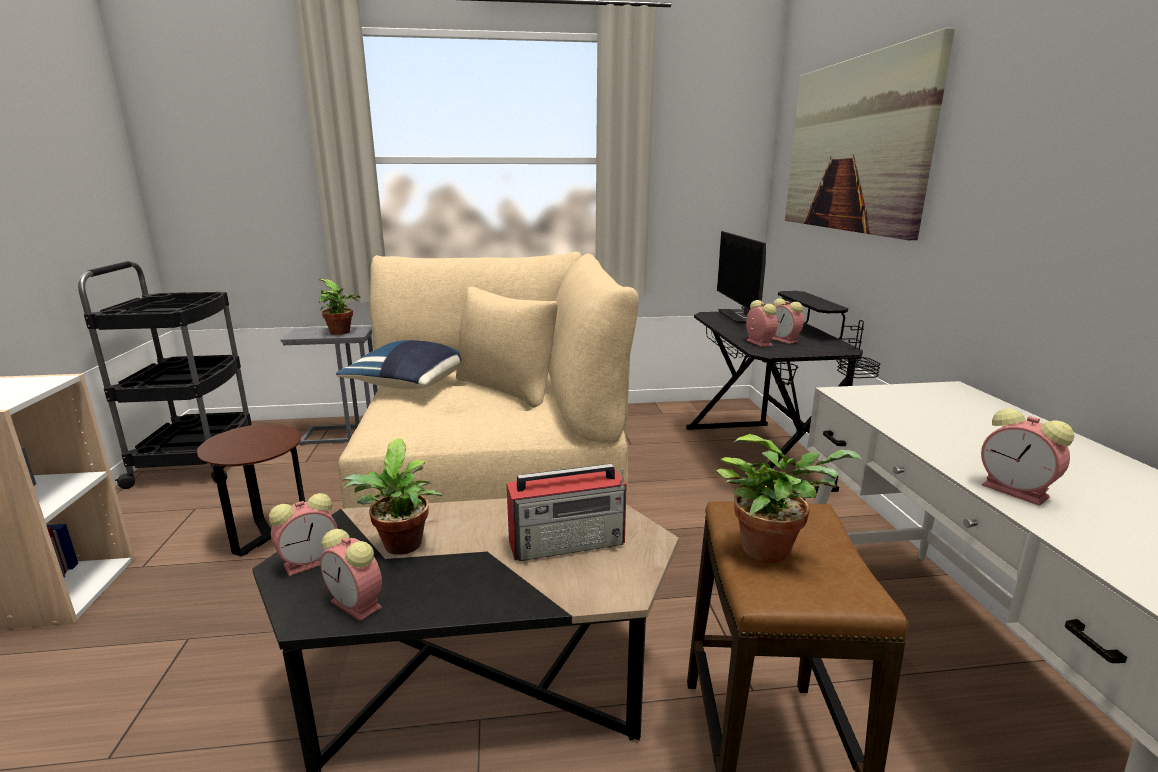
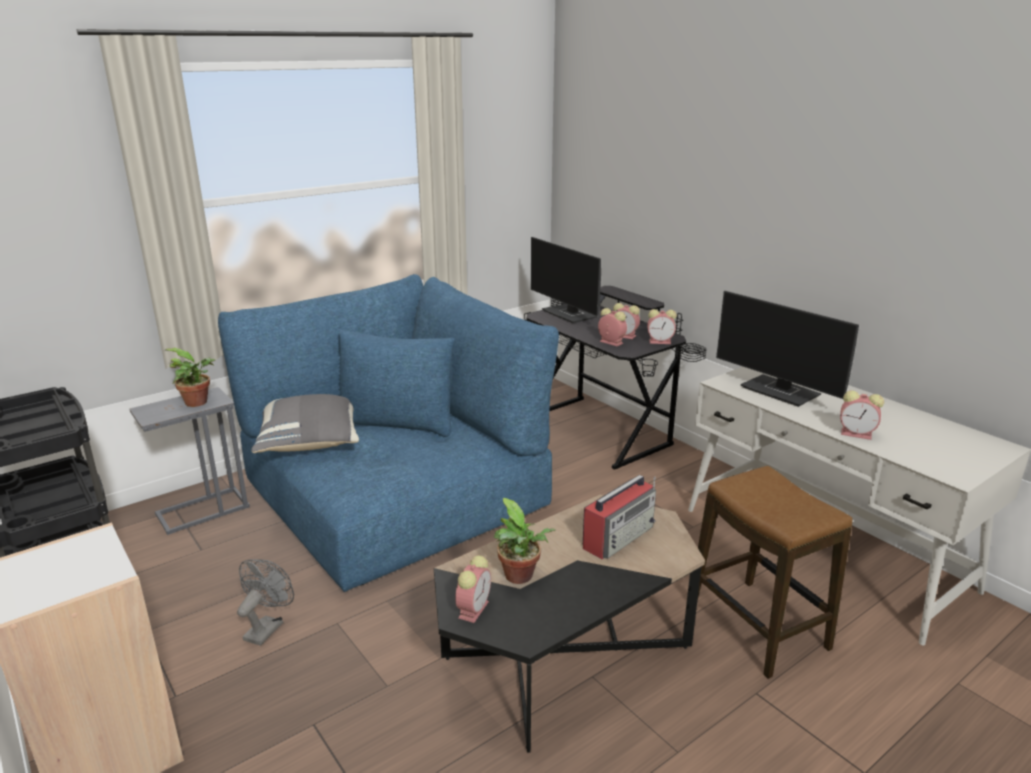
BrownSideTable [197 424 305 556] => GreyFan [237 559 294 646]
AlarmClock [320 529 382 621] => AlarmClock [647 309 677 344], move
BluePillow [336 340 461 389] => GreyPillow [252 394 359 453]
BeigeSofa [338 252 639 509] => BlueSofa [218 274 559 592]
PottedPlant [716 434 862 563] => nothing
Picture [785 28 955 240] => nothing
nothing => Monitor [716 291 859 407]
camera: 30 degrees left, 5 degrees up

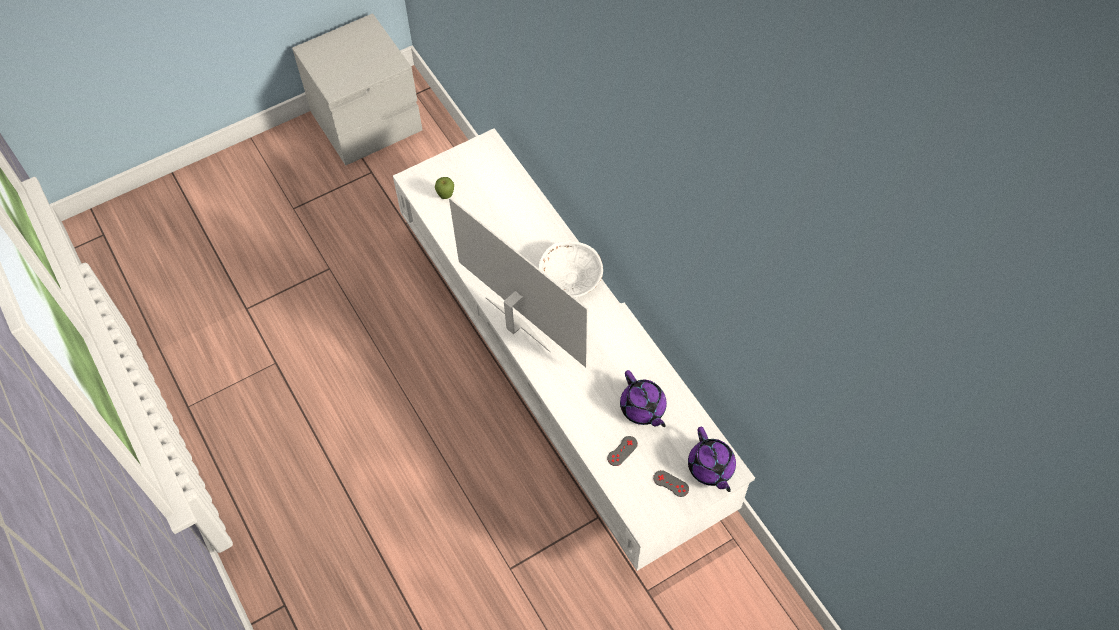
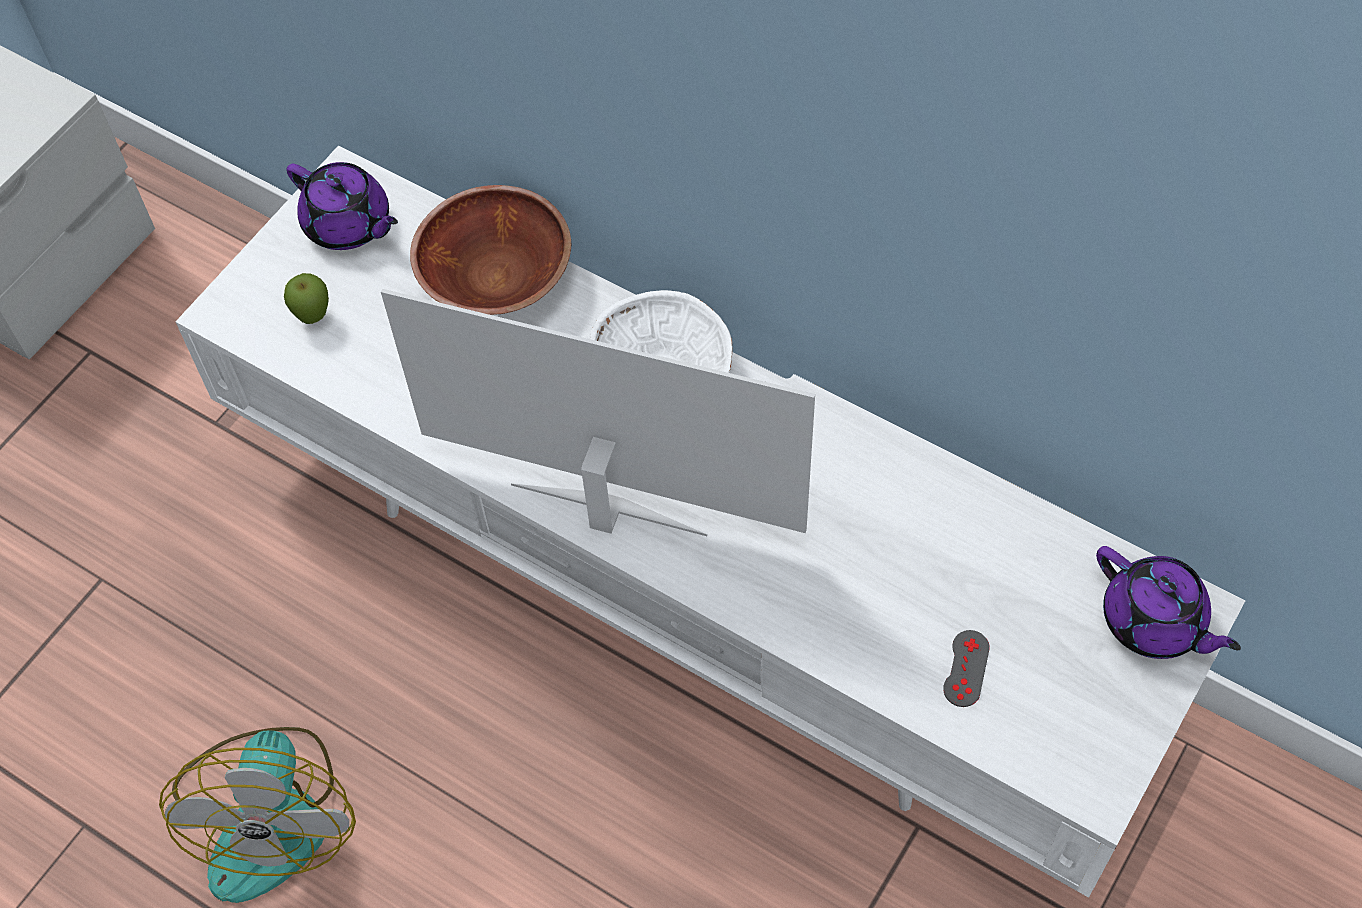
PurpleTeapot [620 370 667 427] => PurpleTeapot [286 162 398 250], move
GreyGameController [653 470 689 497] => nothing
nothing => Fan [159 727 356 903]
nothing => BrownBowl [410 185 571 315]
camera: 25 degrees left, 0 degrees up

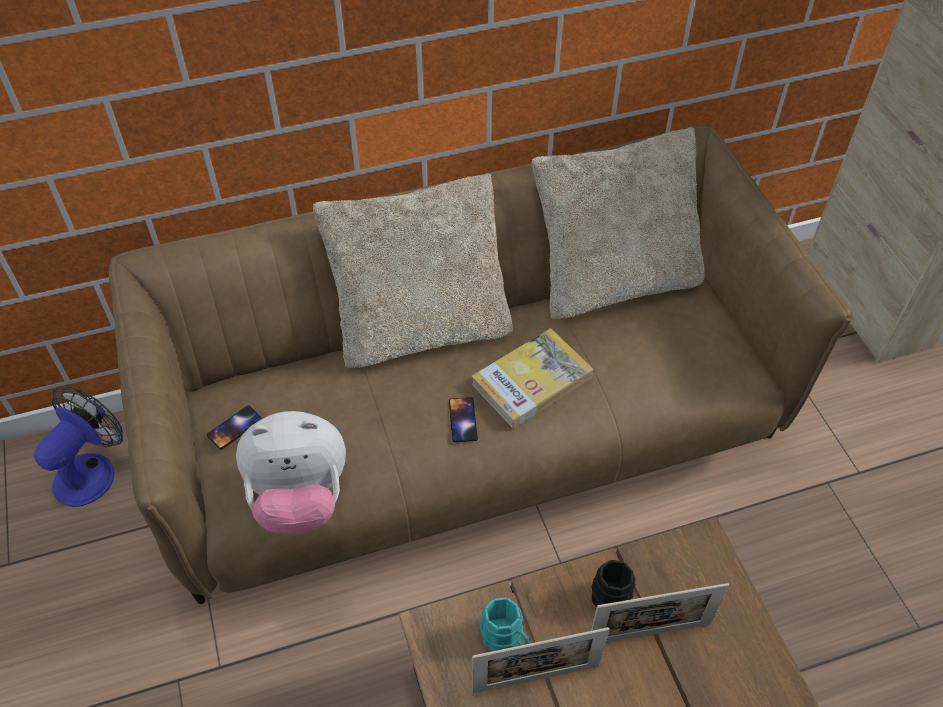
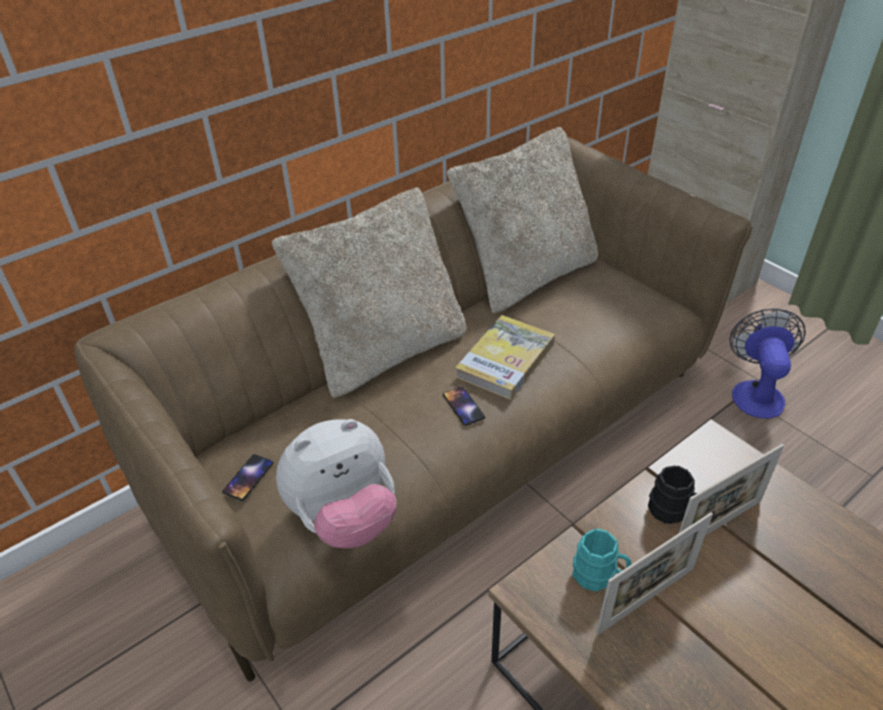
Fan [34 386 123 507] => Fan [729 308 806 419], move
camera: 20 degrees left, 10 degrees down

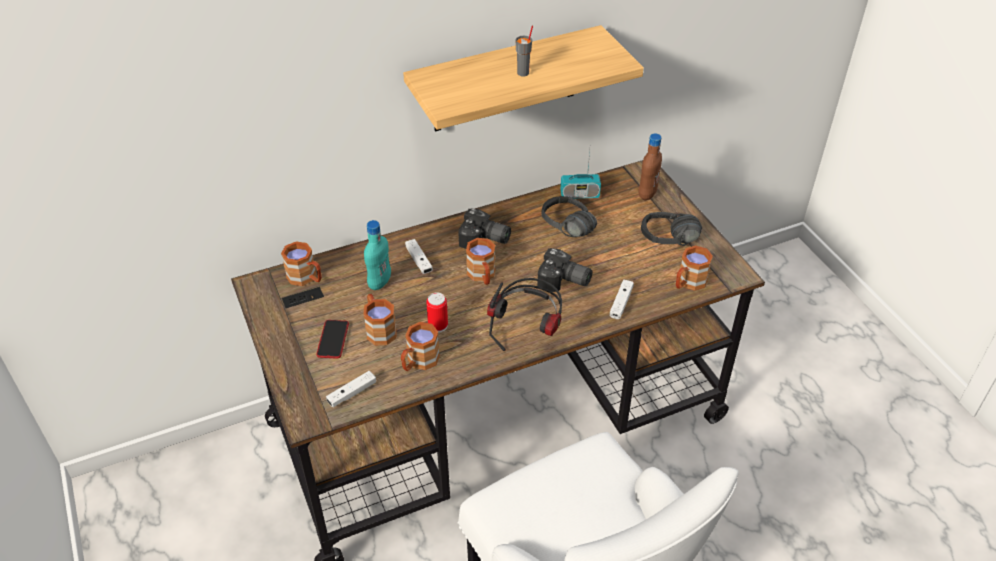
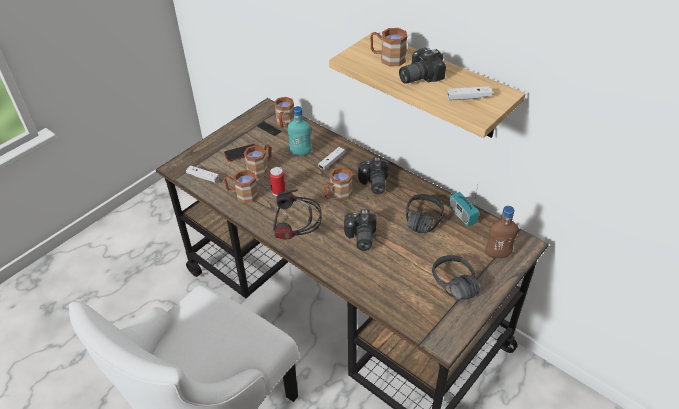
GreyCup [516 25 533 77] => PhotoCamera [399 48 446 84]
WhiteGameController [610 279 634 319] => WhiteGameController [447 86 493 101], move
BrownMug [676 245 713 291] => BrownMug [370 28 407 67], move
camera: 65 degrees right, 0 degrees up

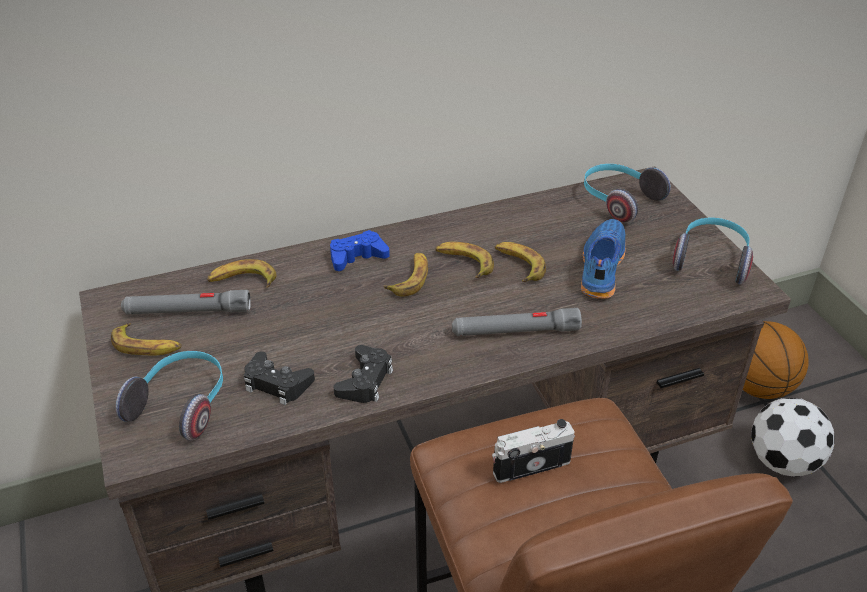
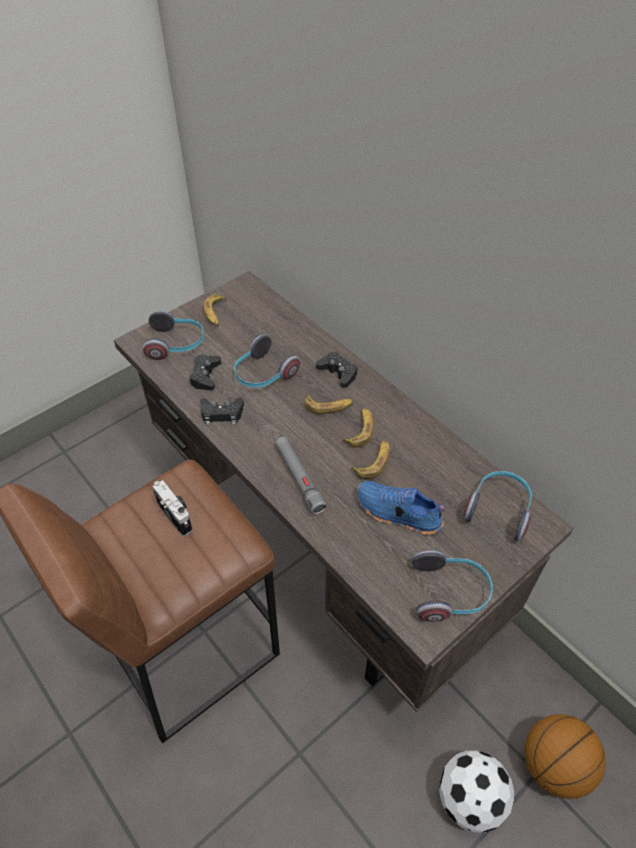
GreyFlashlight [121 290 251 314] => nothing
Banana [207 259 277 288] => nothing
BlueGameController [330 230 390 271] => BlackGameController [316 352 357 388]
BlueShoe [581 219 626 299] => BlueShoe [357 481 445 535], 150 degrees counterclockwise
nothing => Headphones [234 335 300 388]
camera: 70 degrees right, 10 degrees up

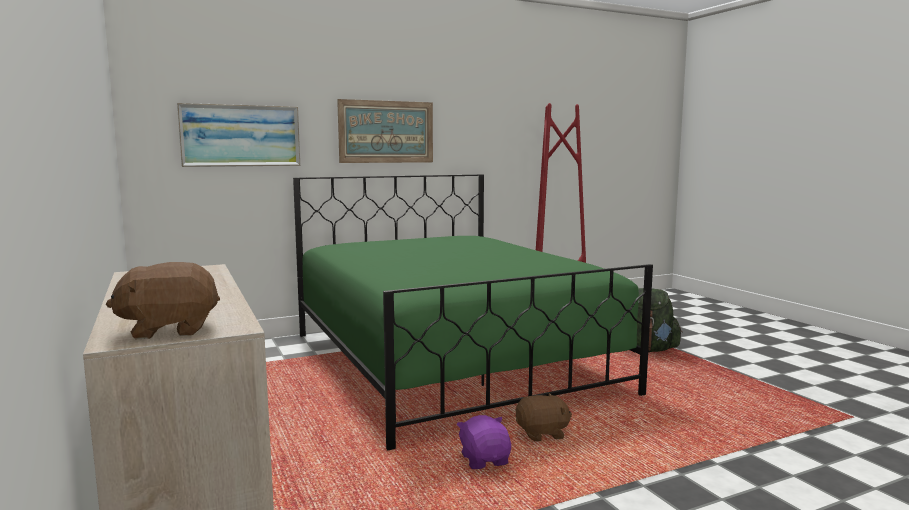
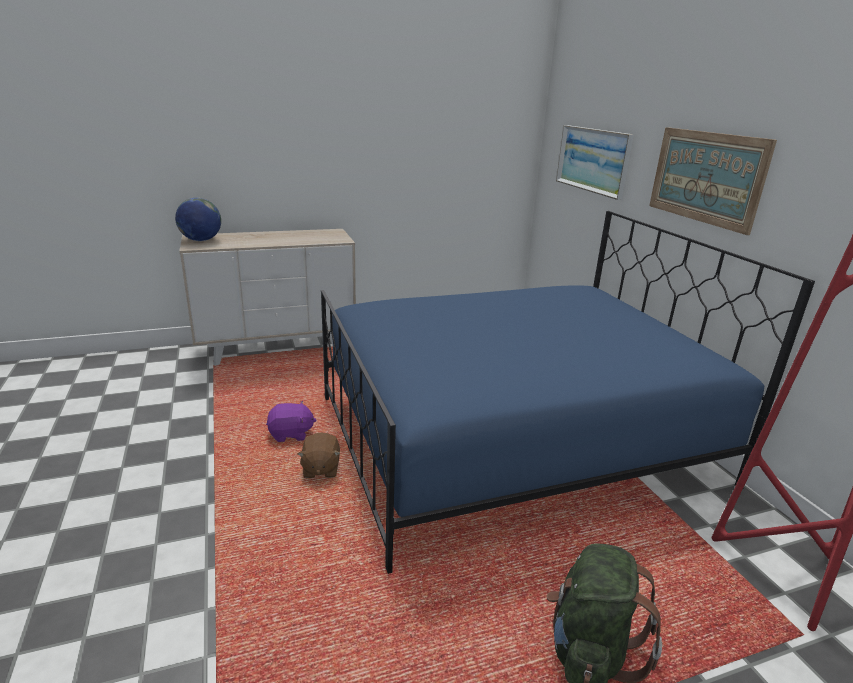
BrownPlushToy [106 262 220 339] => Globe [175 198 221 241]
GreenBed [293 174 653 450] => BlueBed [321 211 815 574]
camera: 95 degrees right, 15 degrees up

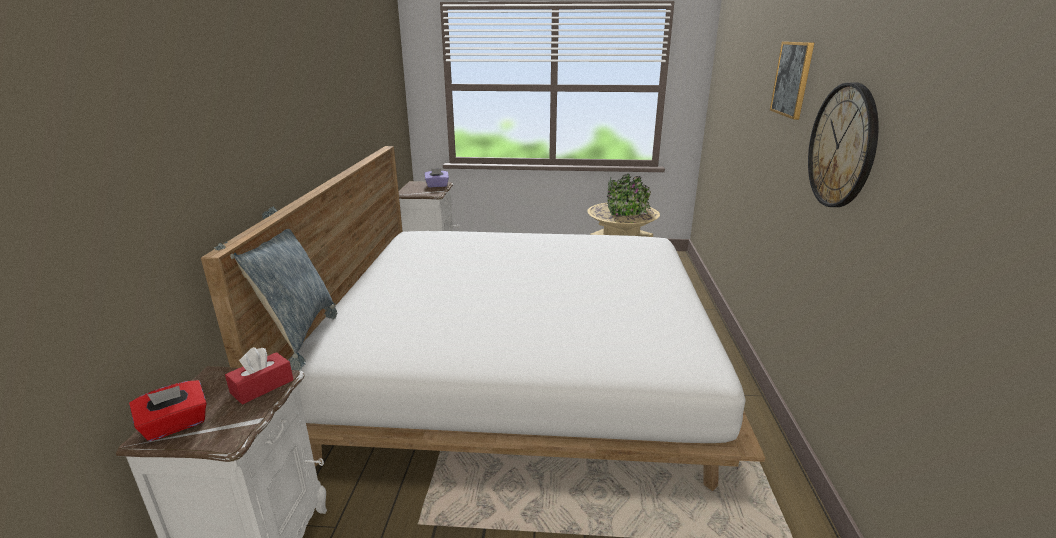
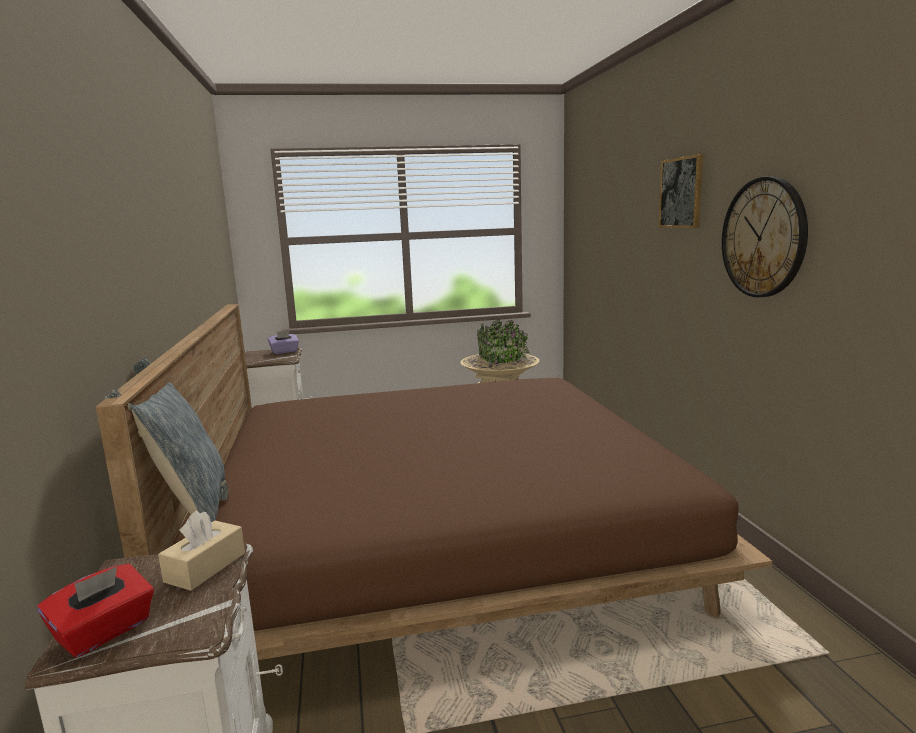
WhiteBed [201 146 765 491] => BrownBed [96 304 772 660]
RedTissueBox [225 347 294 404] => BeigeTissueBox [158 510 245 591]
camera: 15 degrees left, 10 degrees down

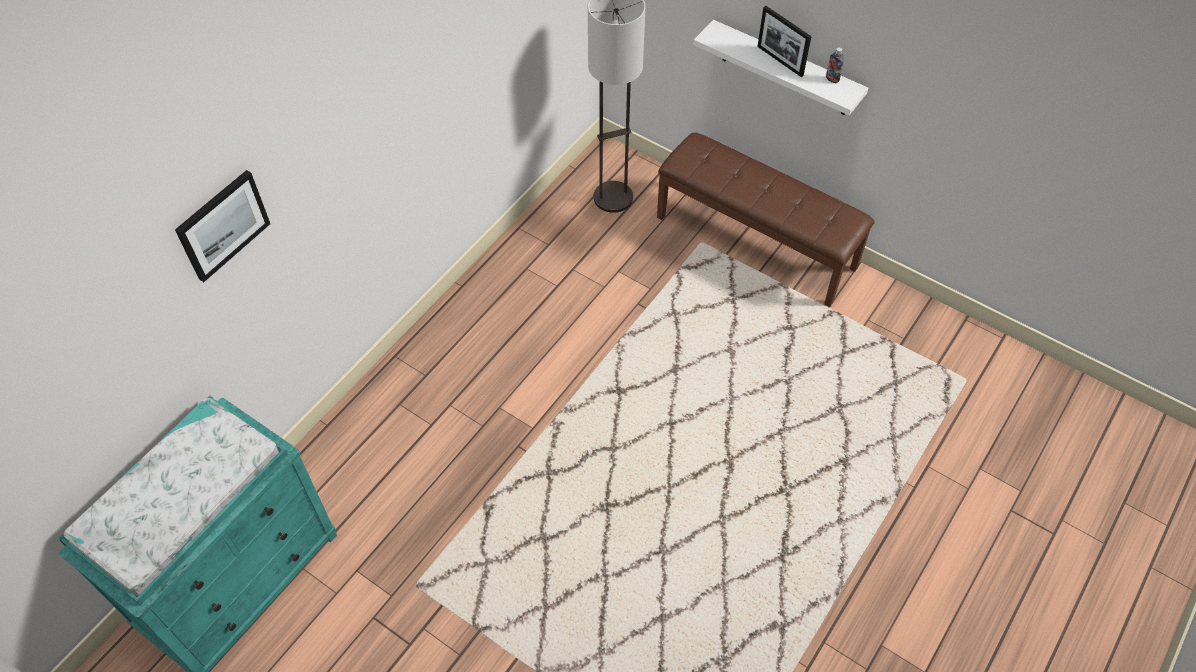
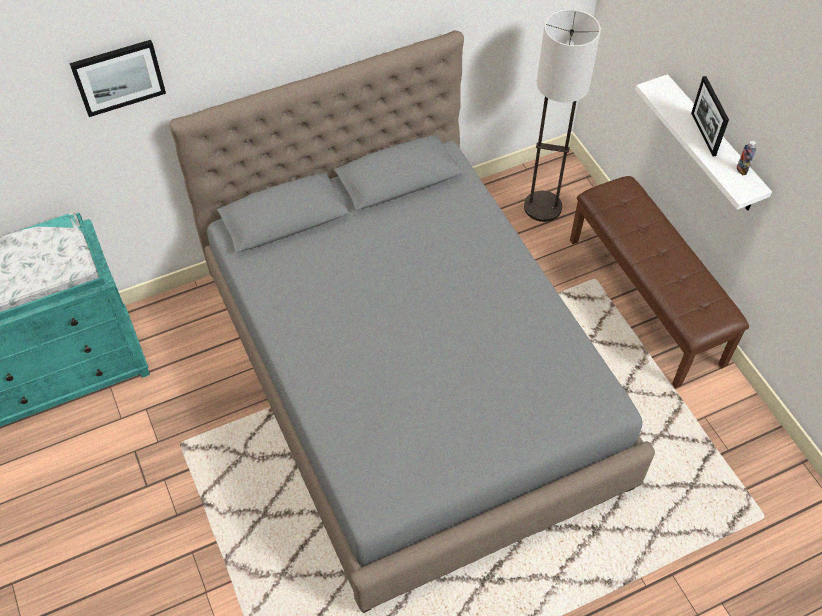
nothing => GreyBed [170 30 655 613]
camera: 30 degrees right, 0 degrees up

